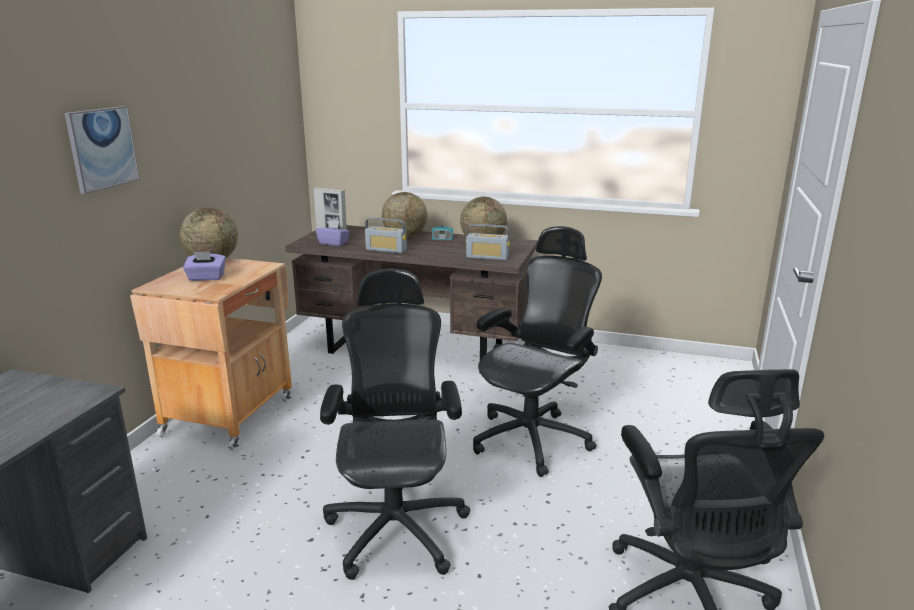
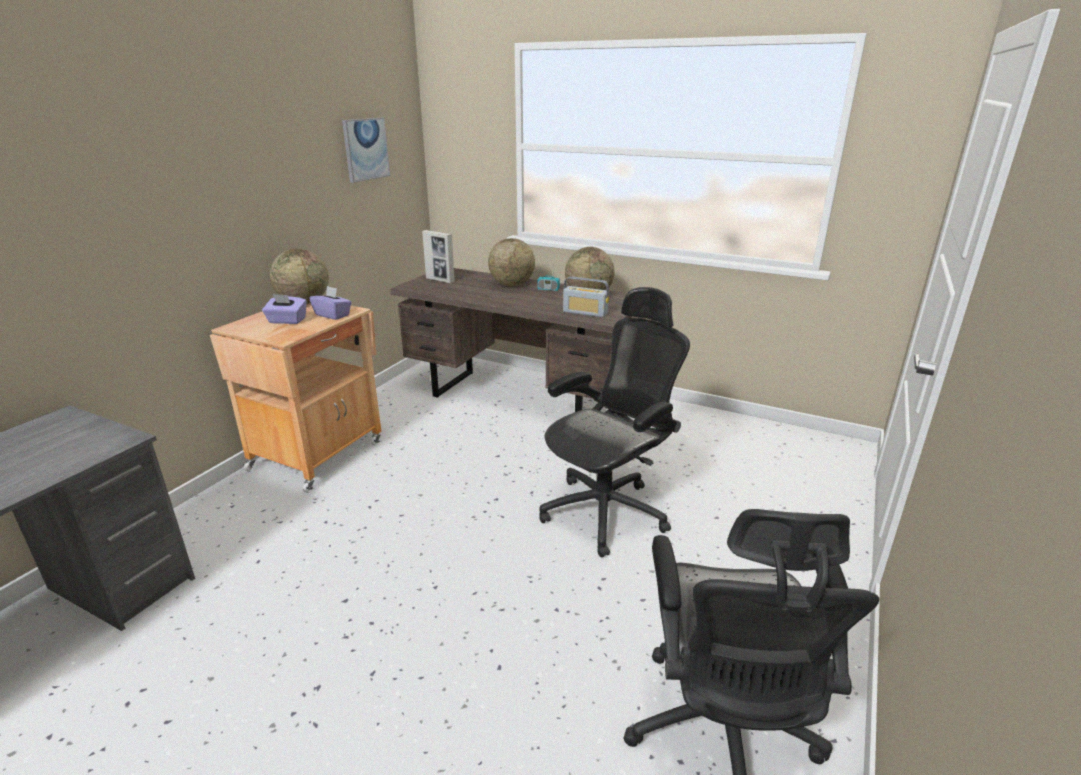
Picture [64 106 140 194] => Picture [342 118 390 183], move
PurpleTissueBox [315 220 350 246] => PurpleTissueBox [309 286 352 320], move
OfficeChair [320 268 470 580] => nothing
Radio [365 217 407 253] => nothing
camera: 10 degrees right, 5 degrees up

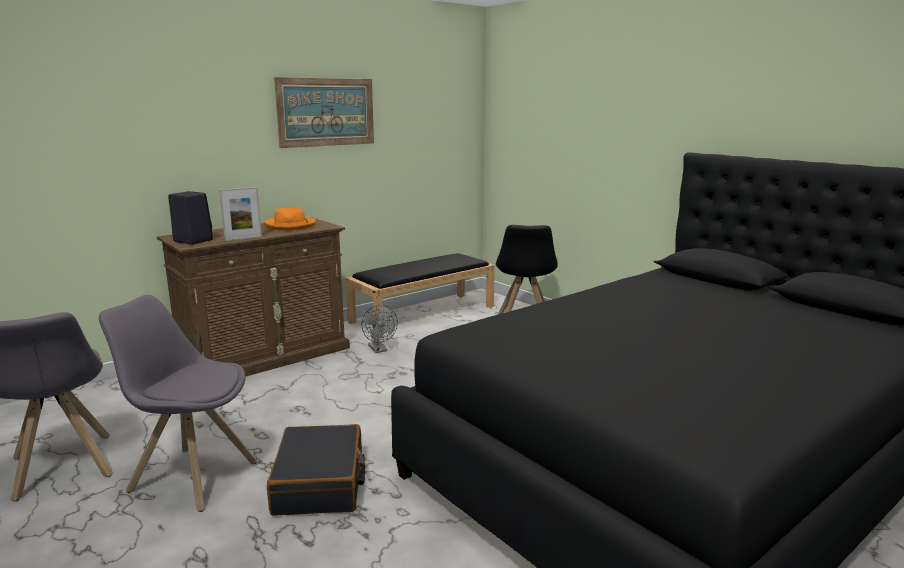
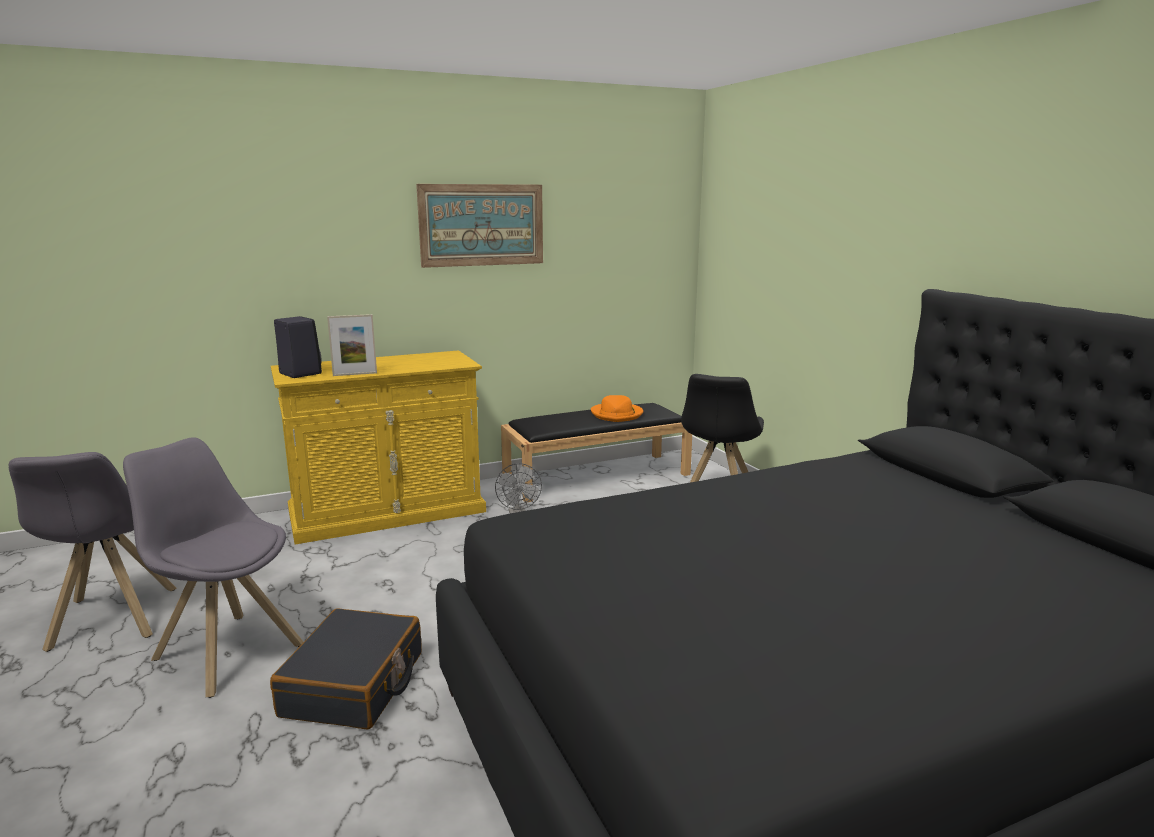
BrownDresser [157 217 350 376] => YellowDresser [271 350 486 544]
OrangeHat [264 207 316 231] => OrangeHat [591 395 643 422], move
camera: 15 degrees right, 0 degrees up

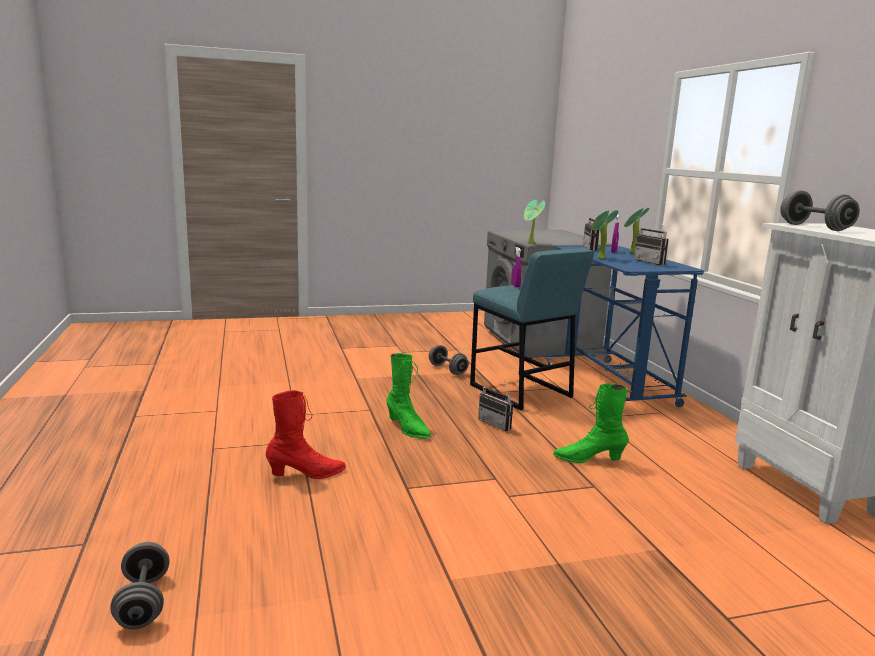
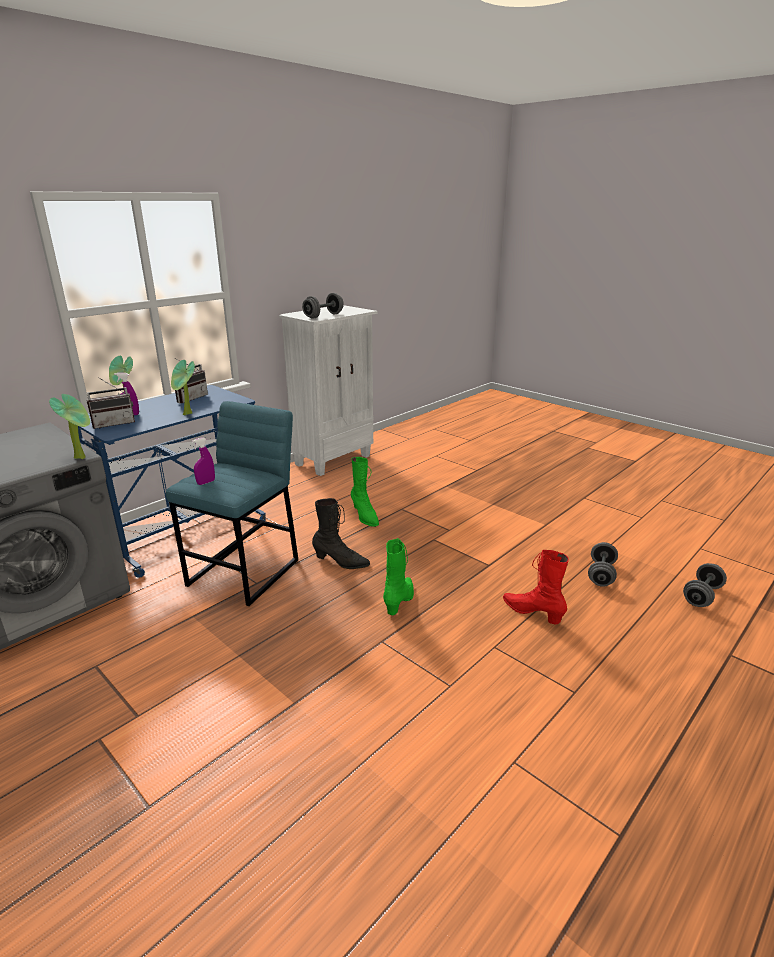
GreyDumbbell [429 345 469 375] => GreyDumbbell [588 542 618 587], move
Radio [478 379 513 431] => BlackBoot [312 498 370 569]
camera: 120 degrees left, 10 degrees up

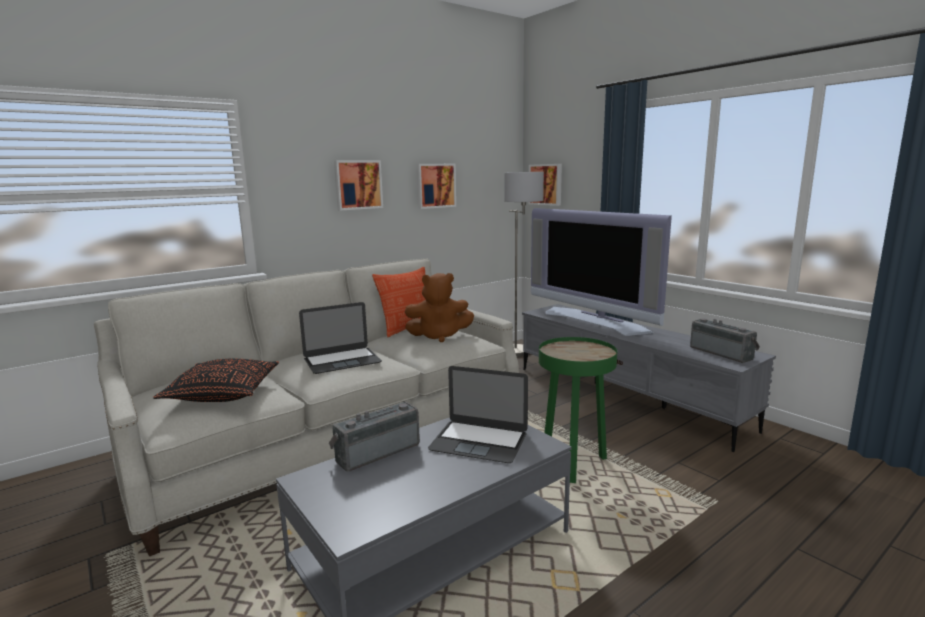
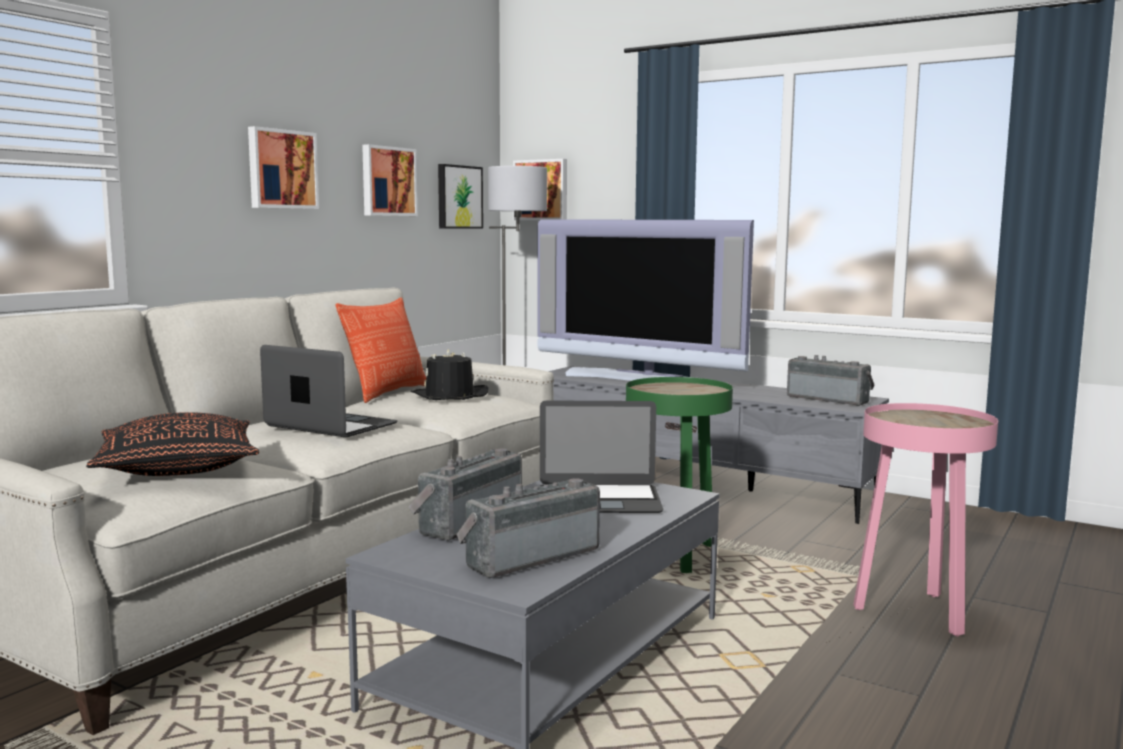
Laptop [299 302 382 374] => Laptop [260 345 398 437], 105 degrees counterclockwise
BrownPlushToy [405 273 474 342] => BlackHat [410 349 488 400]
nothing => Picture [438 164 483 229]
nothing => Radio [456 478 600 578]
nothing => PinkSideTable [853 403 998 637]
camera: 20 degrees left, 5 degrees down

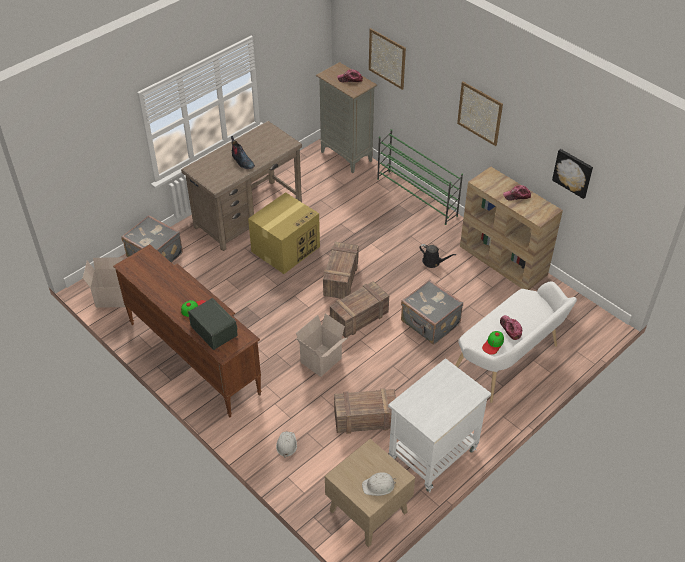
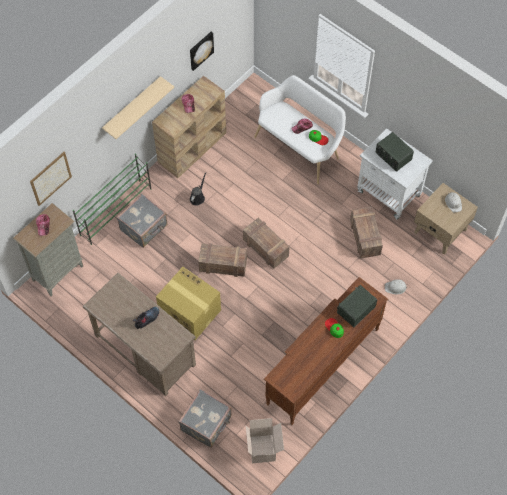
CardboardBox [296 313 349 377] => nothing
GreySuitcase [401 280 463 345] => GreySuitcase [117 194 168 248], move
Picture [457 81 503 146] => BeigeShelf [102 76 174 139]
nothing => Radio [376 132 414 172]
camera: 95 degrees left, 15 degrees up

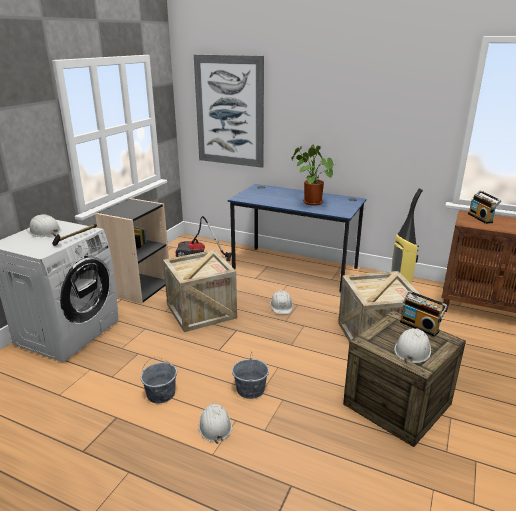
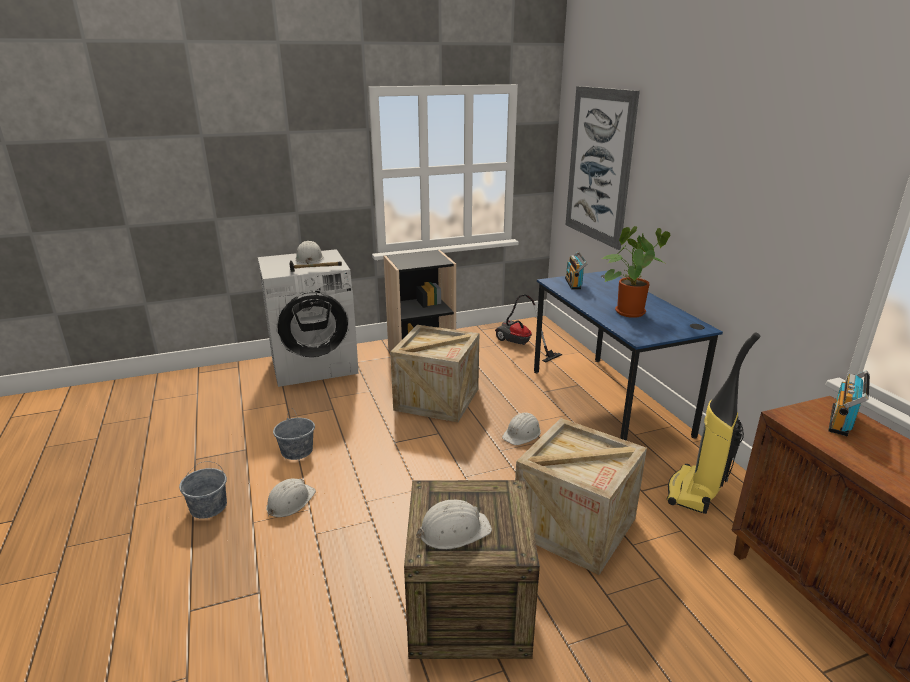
GreyBucket [232 357 269 399] => GreyBucket [179 462 227 519], move
Radio [400 291 448 337] => Radio [565 251 588 290], move
camera: 45 degrees right, 0 degrees up

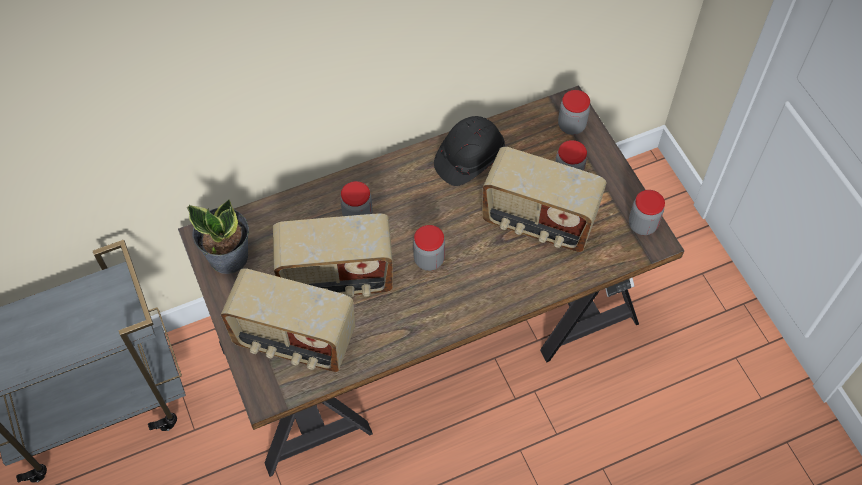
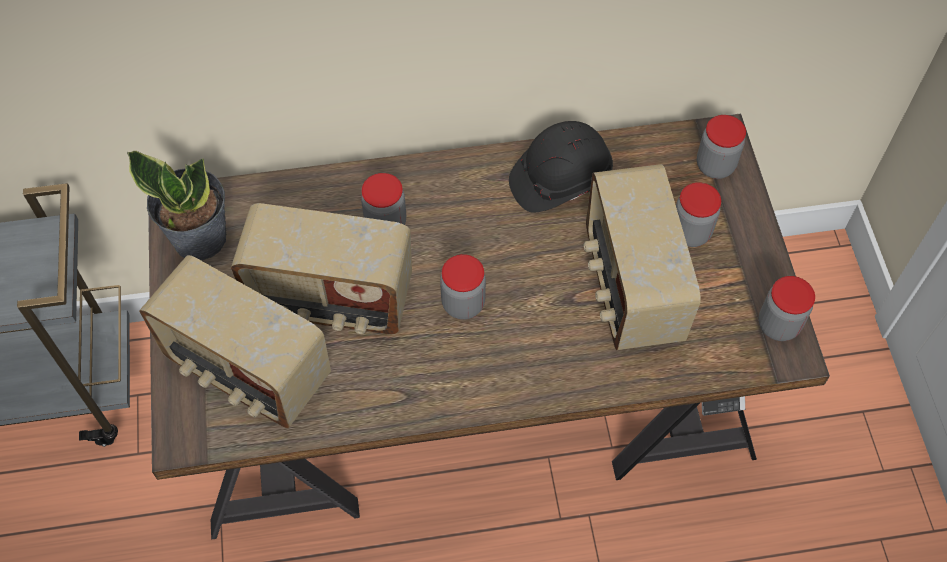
Radio [482 147 607 252] => Radio [584 164 701 350], 45 degrees clockwise
camera: 15 degrees right, 0 degrees up

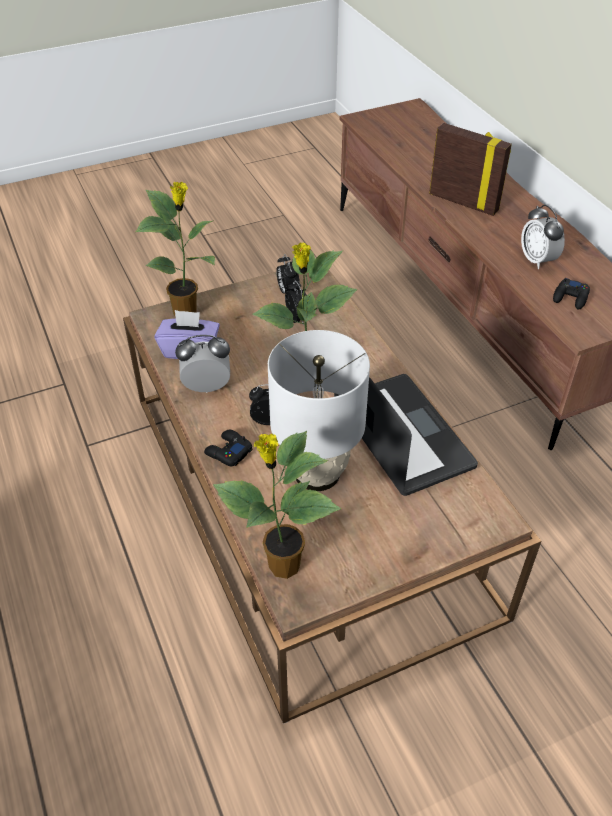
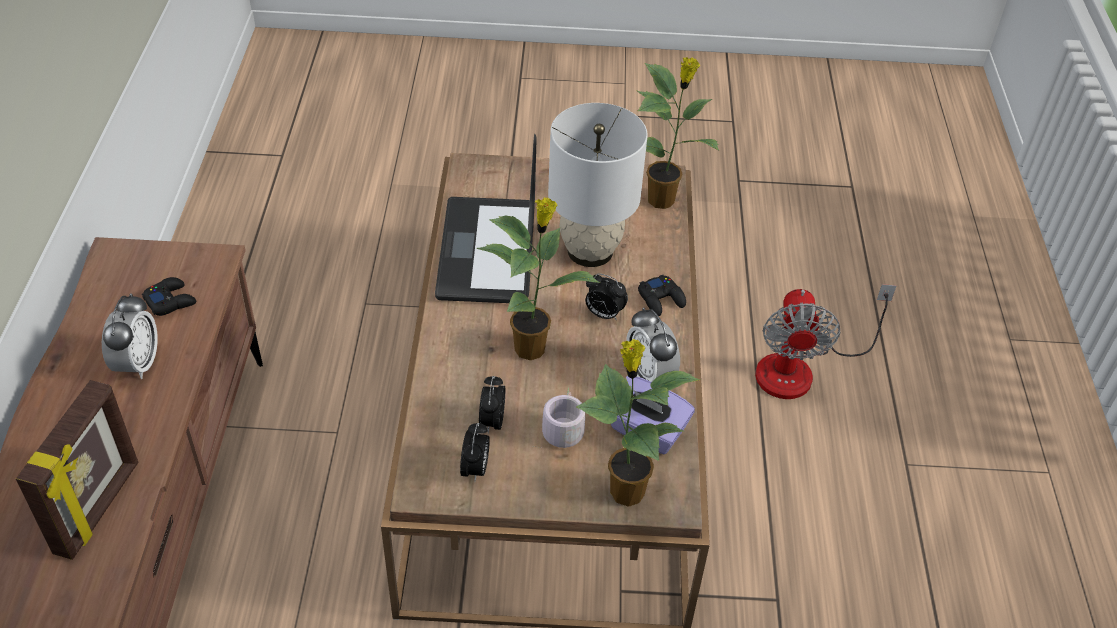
AlarmClock [175 335 230 393] => AlarmClock [626 307 680 382], 45 degrees clockwise
PictureFrame [429 123 512 216] => PictureFrame [16 380 138 560], 135 degrees counterclockwise
nothing => GreyMug [533 388 585 448]
nothing => Fan [755 284 897 399]
camera: 155 degrees left, 0 degrees up

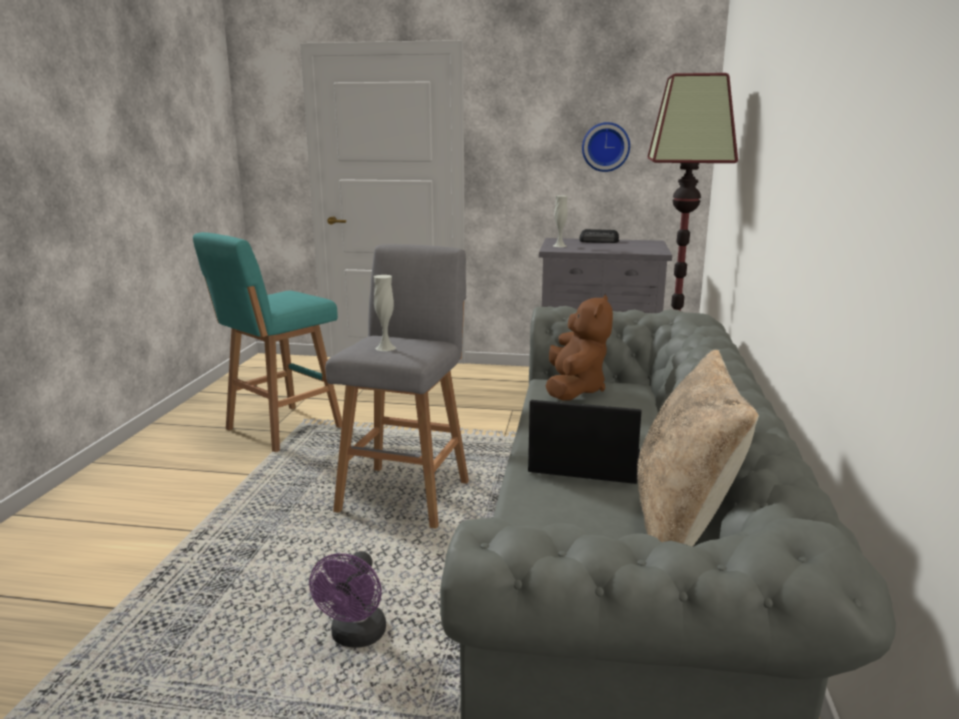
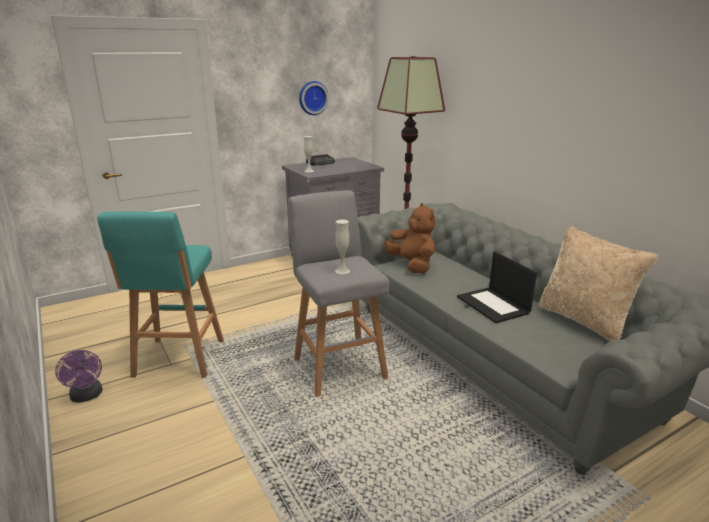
PurpleFan [309 551 386 648] => PurpleFan [55 350 102 403], move
Laptop [528 400 642 484] => Laptop [457 251 537 323], 90 degrees counterclockwise
camera: 40 degrees left, 5 degrees up

